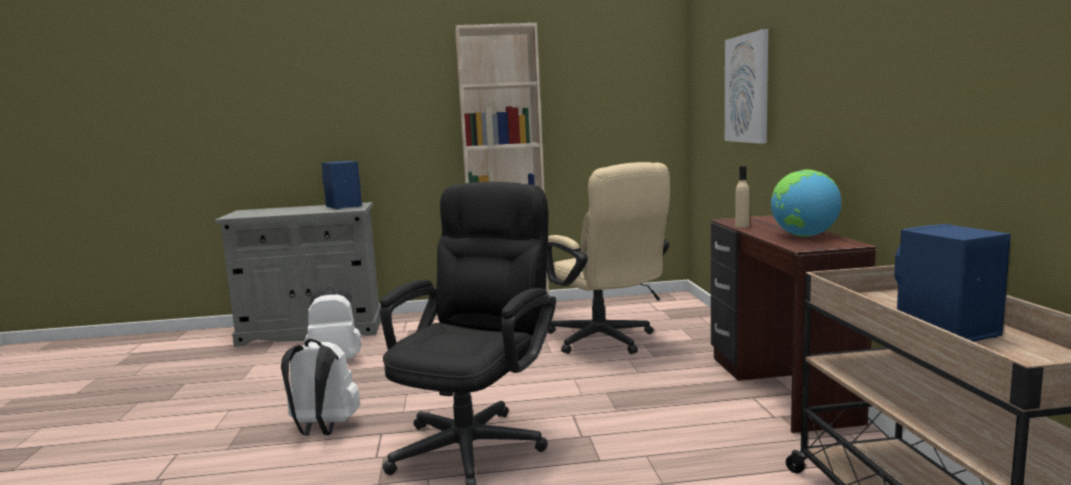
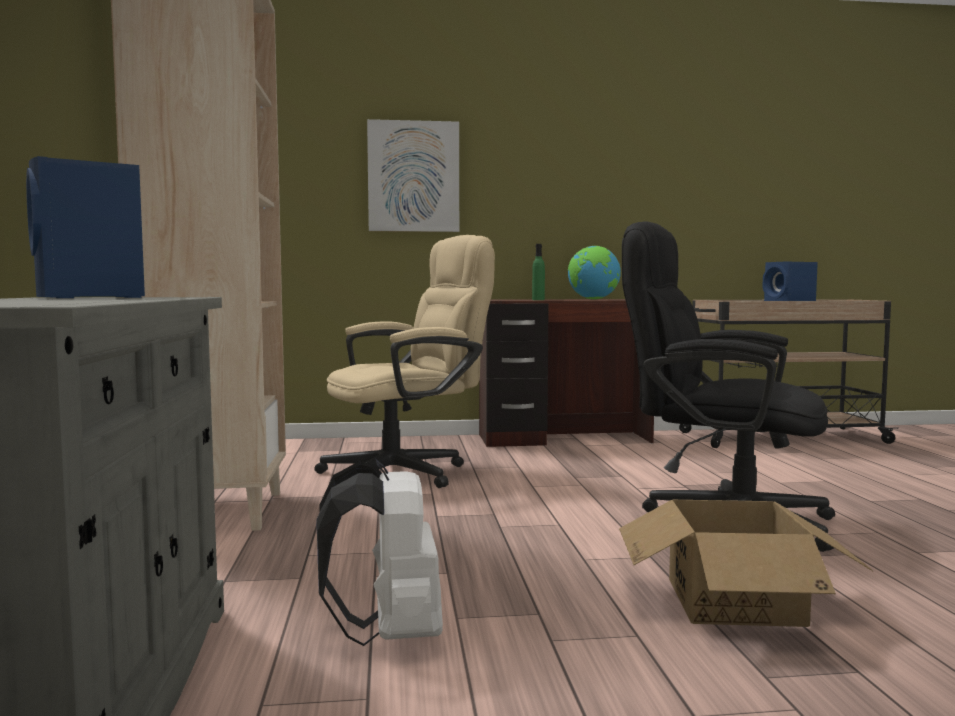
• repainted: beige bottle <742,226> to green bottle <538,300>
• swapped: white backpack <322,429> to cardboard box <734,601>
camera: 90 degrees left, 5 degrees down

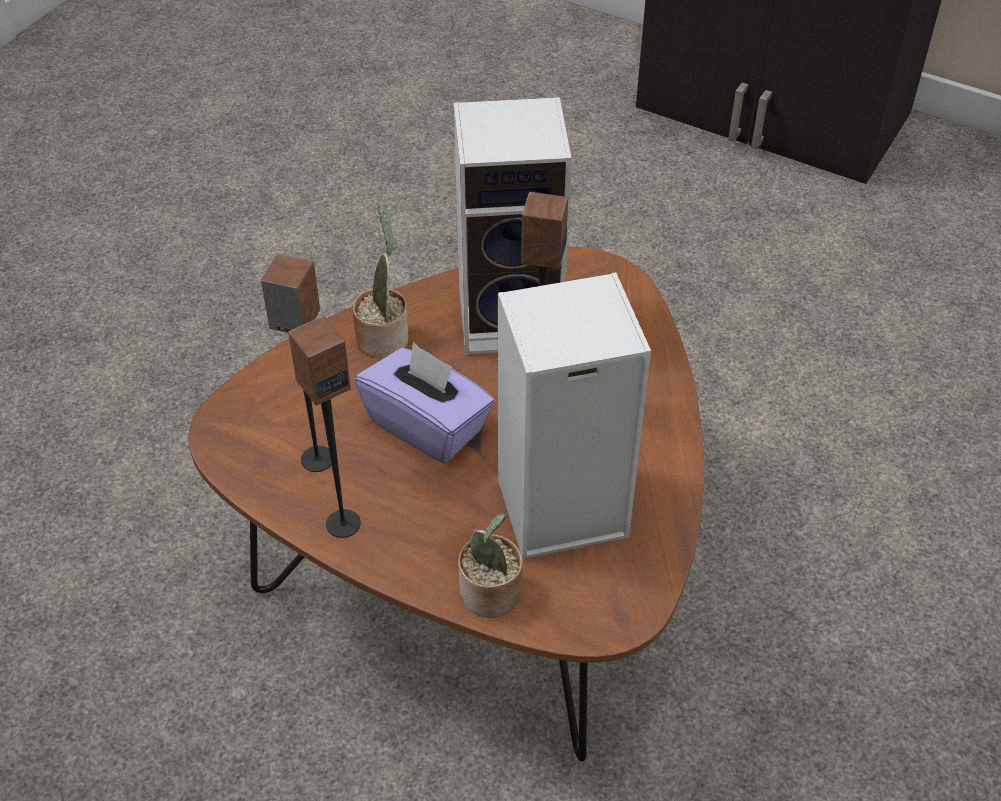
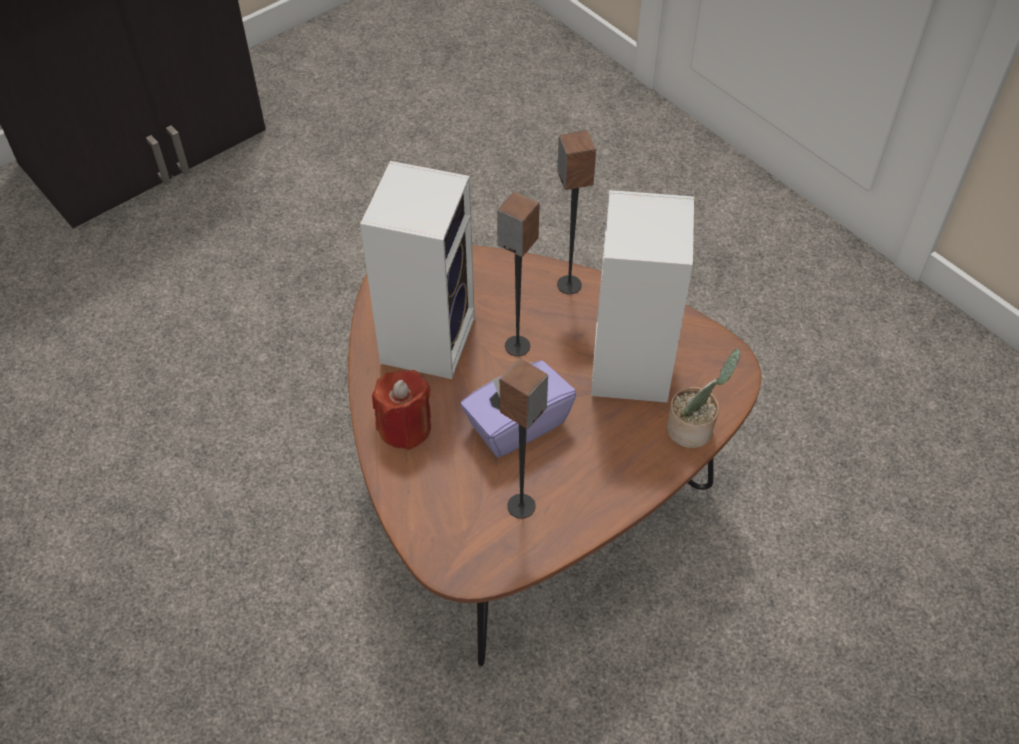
• swapped: potted plant <383,336> to red candle <405,427>
• shifted: speaker <343,523> to <568,285>
camera: 70 degrees left, 5 degrees up

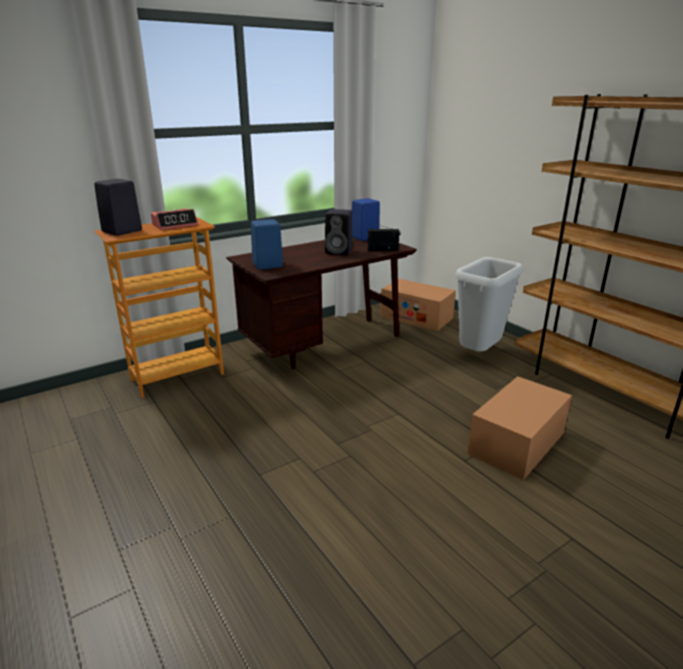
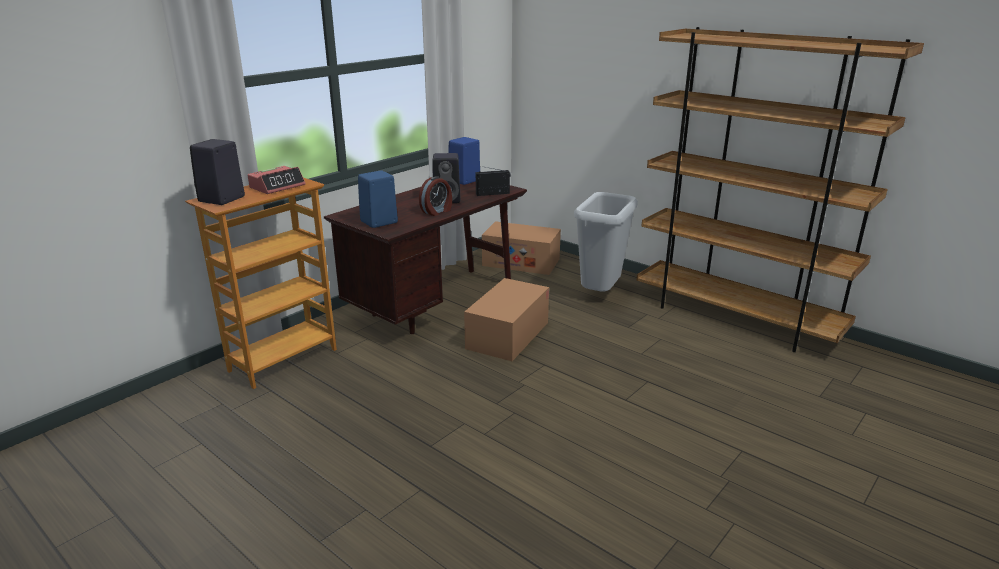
• shifted: cardboard box <517,443> to <508,335>
• new: alarm clock <437,211>
camera: 15 degrees left, 0 degrees up

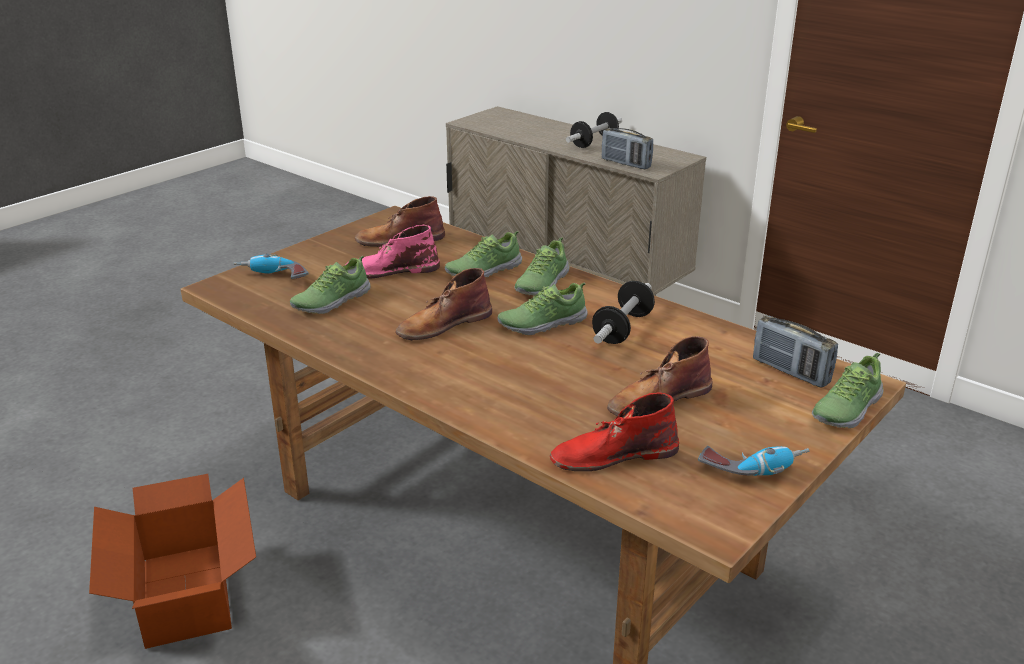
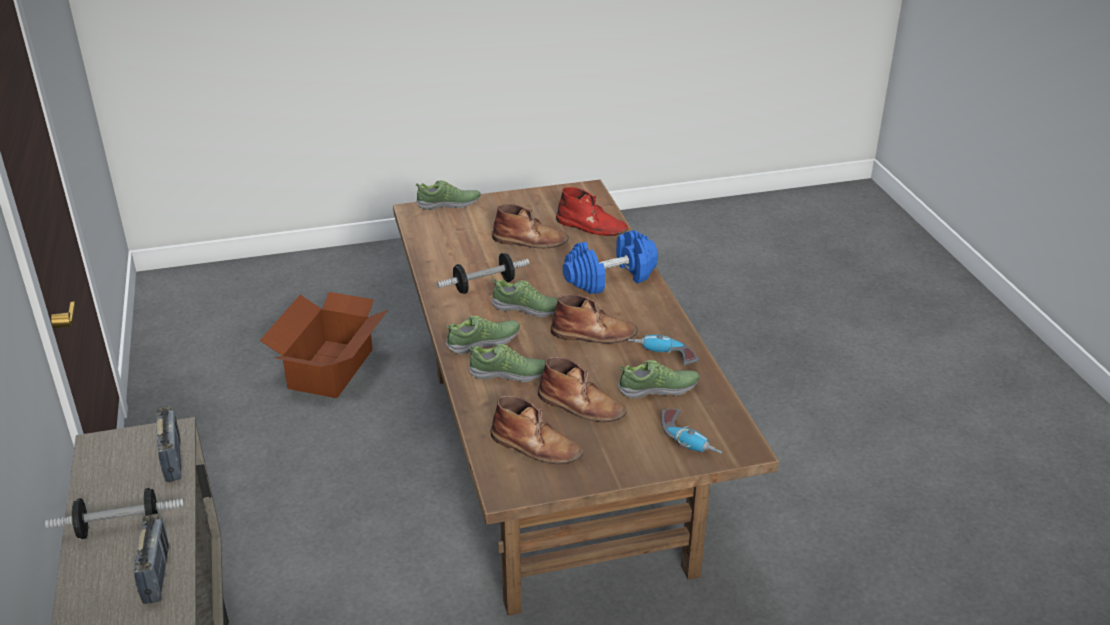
• repainted: pink boot <391,270> to brown boot <581,406>
• shifted: radio <790,371> to <156,575>
• shifted: power drill <753,467> to <662,356>
• shifted: cardboard box <184,595> to <332,368>
• new: blue dumbbell <610,278>
camera: 145 degrees left, 5 degrees up

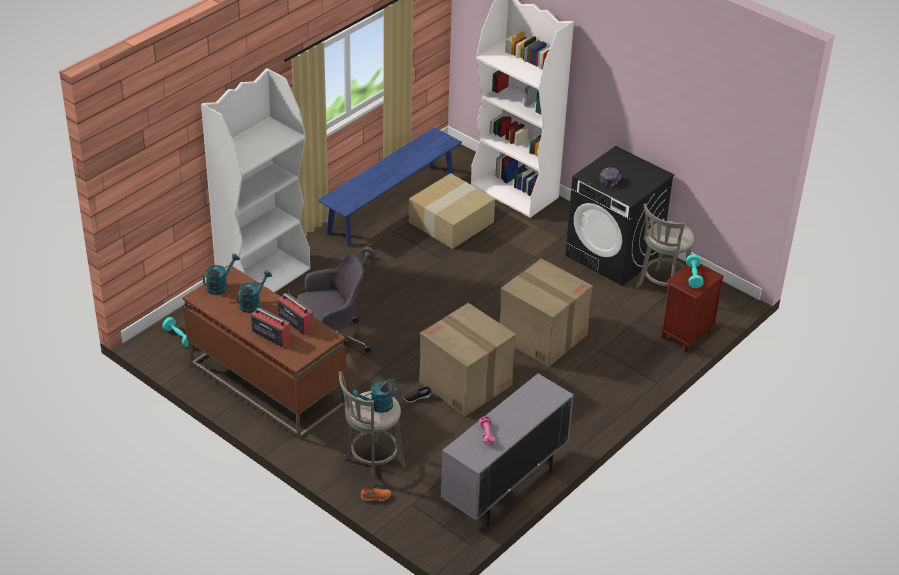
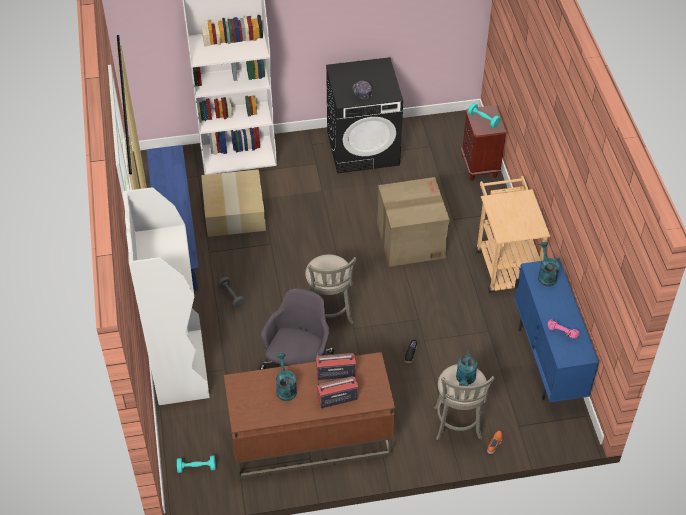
• shifted: grey stool <661,288> to <329,315>
• shifted: turquoise watering can <220,285> to <546,275>
• gone: cardboard box <466,384>
• repainted: grey cabinet <504,489> to blue cabinet <547,362>
• new: beige cart <504,262>
camera: 50 degrees left, 10 degrees up

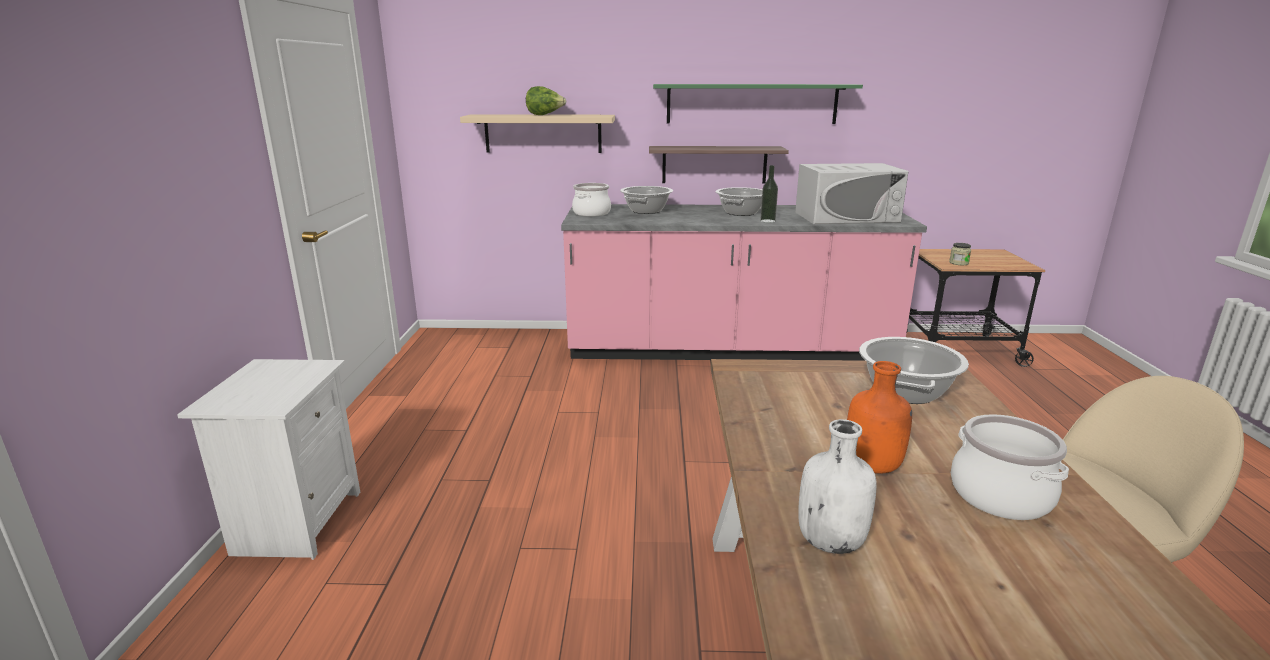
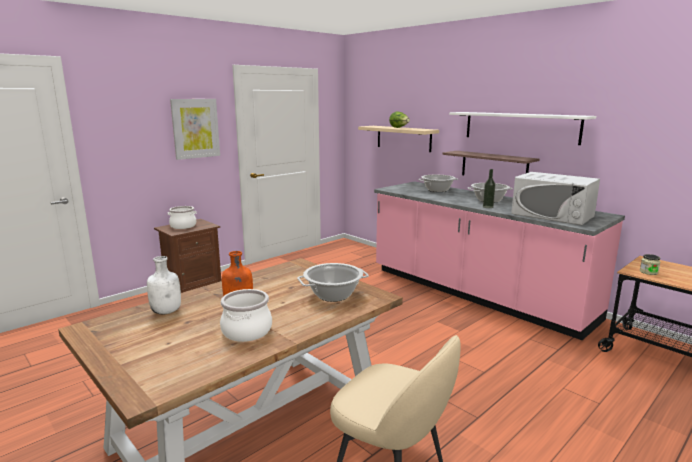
• repainted: green shelf <751,104> to white shelf <520,127>
• shifted: cooking pot <591,213> to <183,226>
• repainted: white nightstand <296,522> to brown nightstand <192,288>
• new: picture <195,128>
camera: 45 degrees right, 5 degrees down

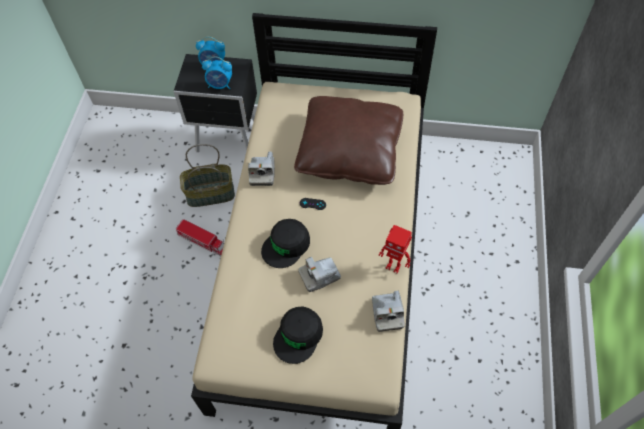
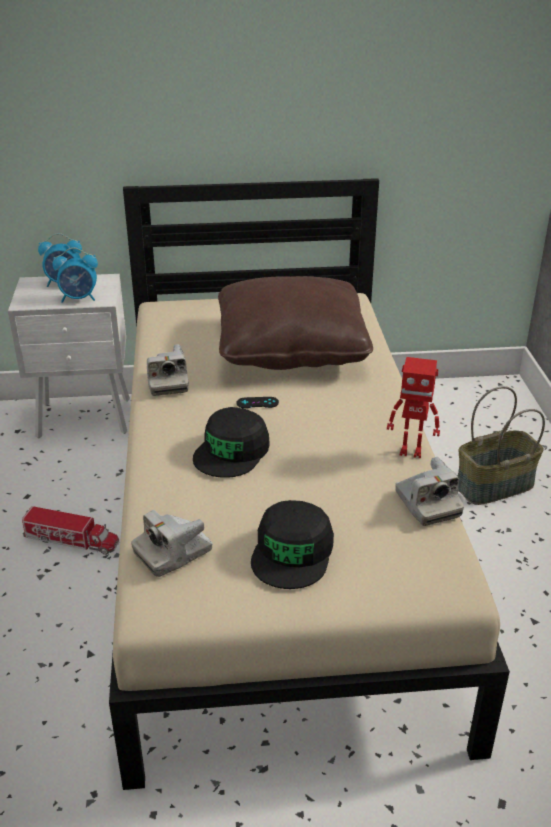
• repainted: black nightstand <229,140> to white nightstand <86,419>
• shifted: basket <210,194> to <494,487>
• shifted: photo camera <319,276> to <173,552>
camera: 15 degrees left, 25 degrees down

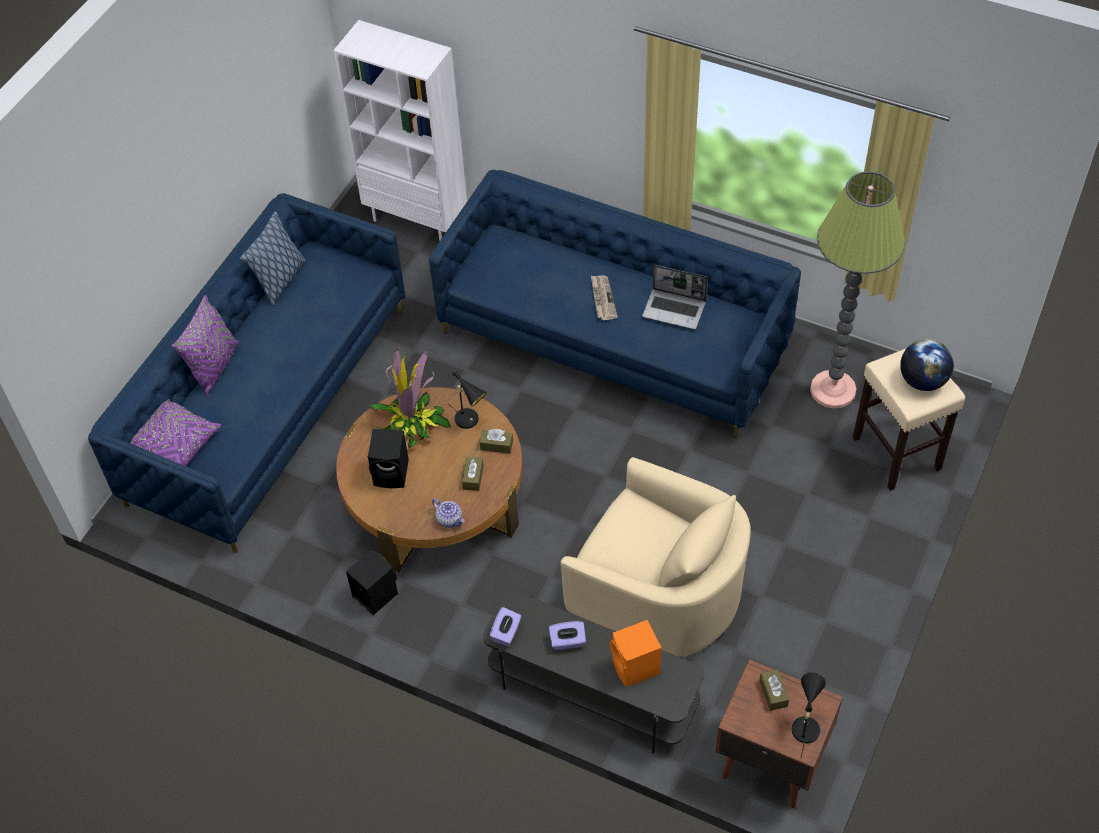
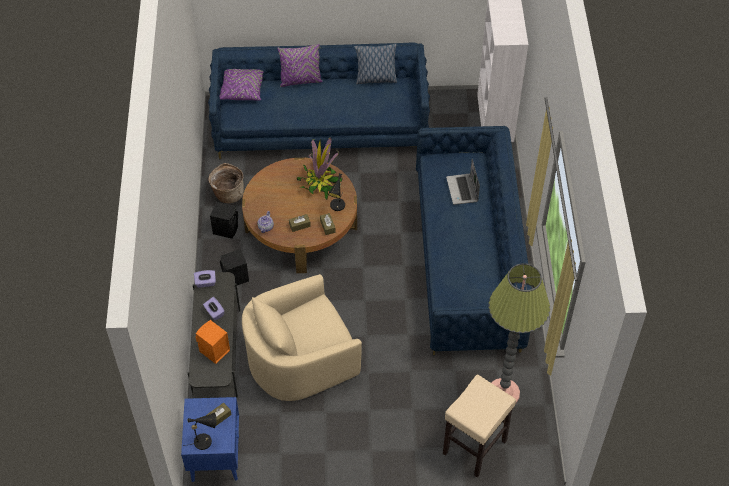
• shifted: laptop <675,309> to <462,190>
• gone: newspaper <602,298>
• gone: globe <922,381>
• shifted: black speaker <392,473> to <236,278>
• rotated: beige armchair <659,590> = <300,359> 60 degrees clockwise
• repainted: brown nightstand <769,760> to blue nightstand <216,457>
• new: basket <228,193>
camera: 60 degrees right, 0 degrees up

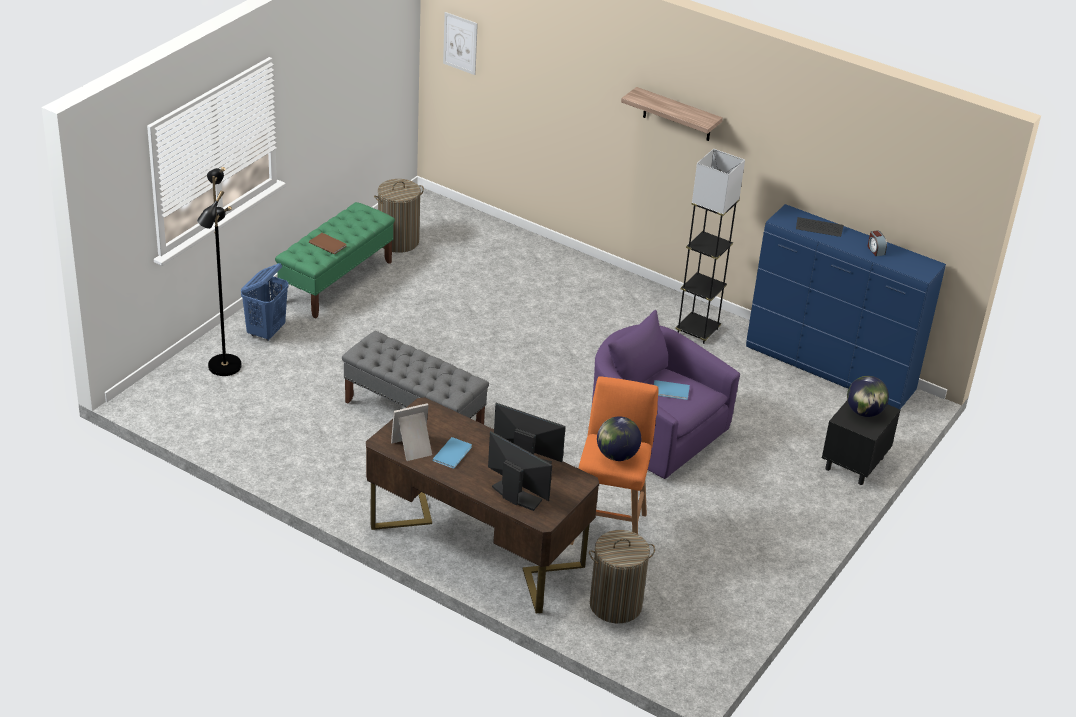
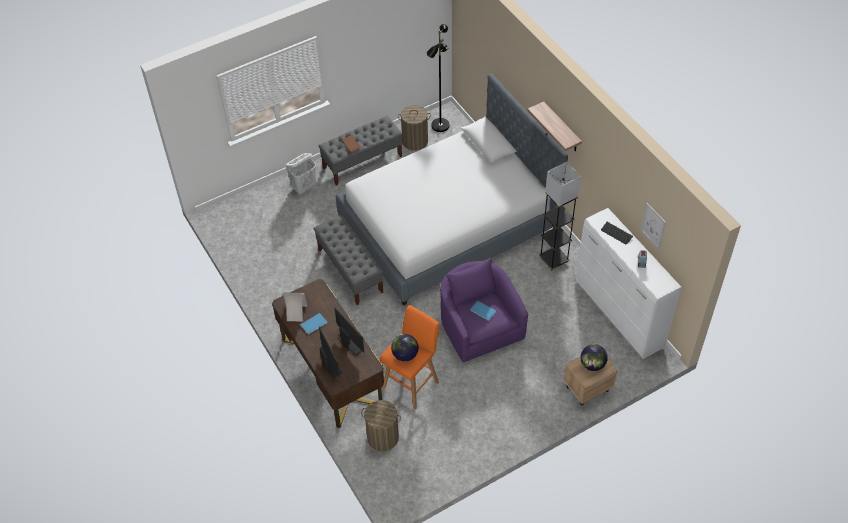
• shifted: picture <460,43> to <653,226>
• shifted: black floor lamp <223,366> to <439,125>
• repainted: green bench <336,281> to grey bench <362,162>
• repainted: blue dresser <830,370> to white dresser <618,315>
• repainted: blue laundry basket <266,332> to white laundry basket <304,187>
• repainted: black nightstand <853,463> to beige nightstand <587,388>
• new: bed <448,224>
camera: 30 degrees right, 15 degrees up

